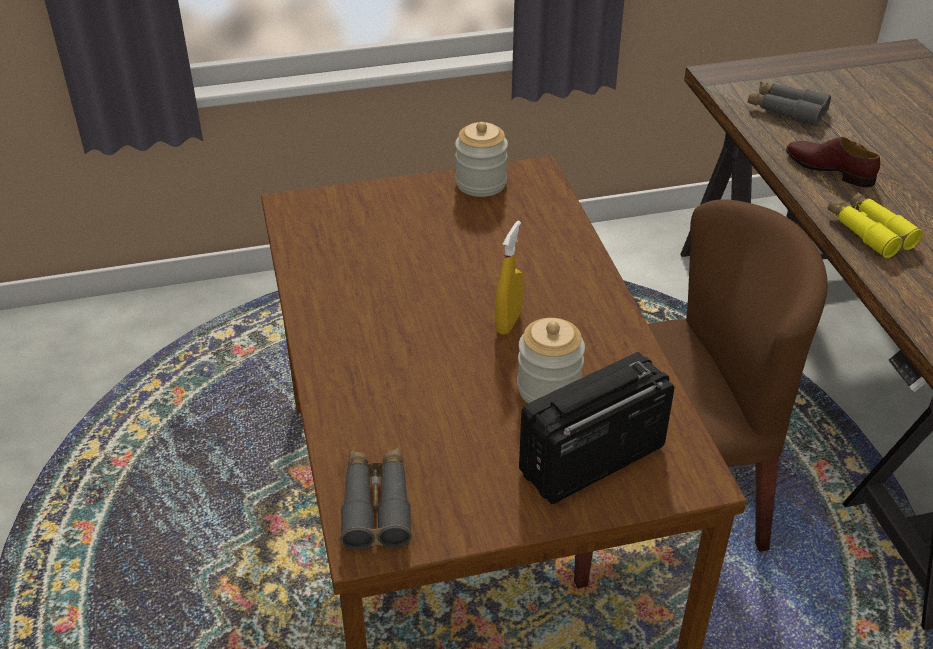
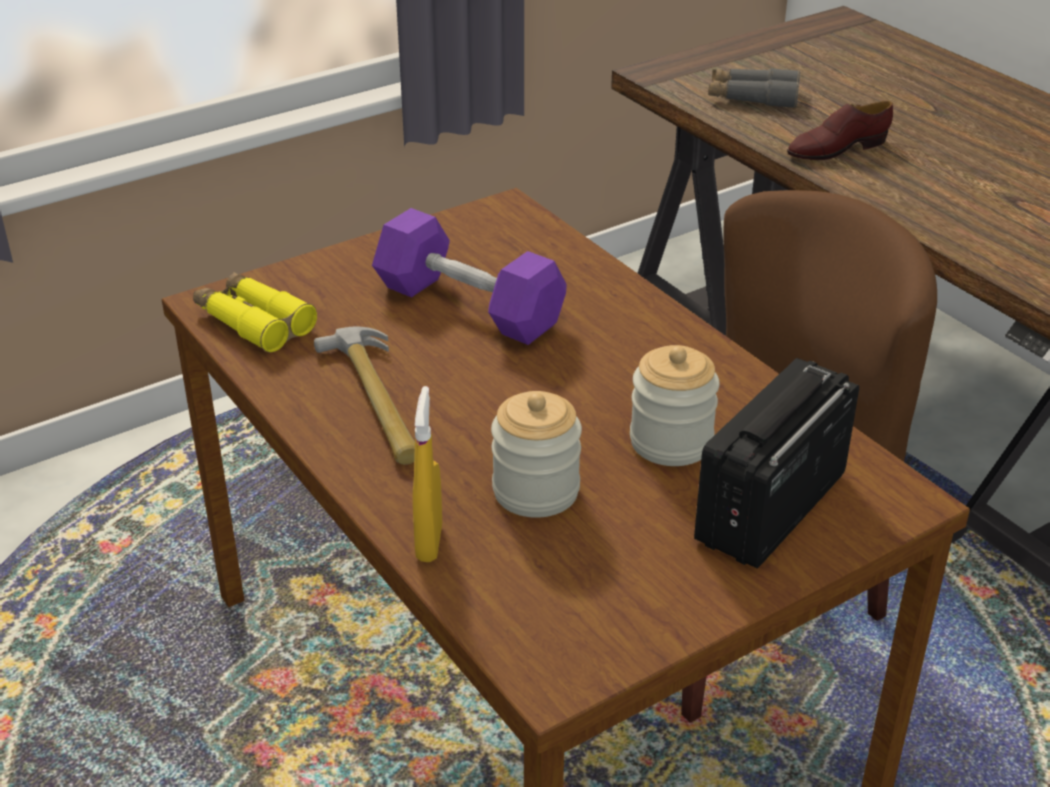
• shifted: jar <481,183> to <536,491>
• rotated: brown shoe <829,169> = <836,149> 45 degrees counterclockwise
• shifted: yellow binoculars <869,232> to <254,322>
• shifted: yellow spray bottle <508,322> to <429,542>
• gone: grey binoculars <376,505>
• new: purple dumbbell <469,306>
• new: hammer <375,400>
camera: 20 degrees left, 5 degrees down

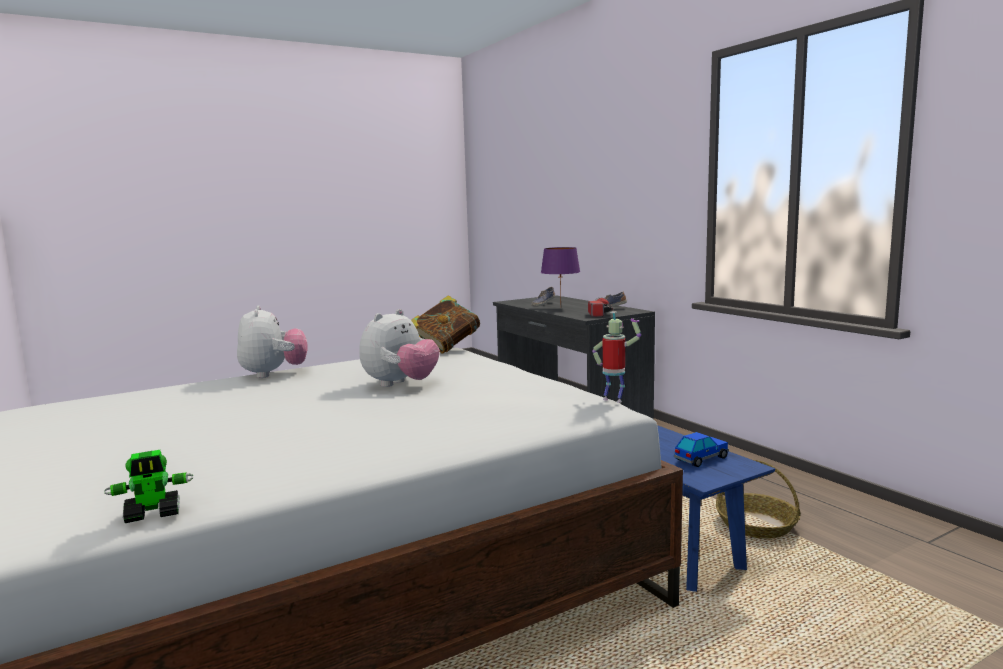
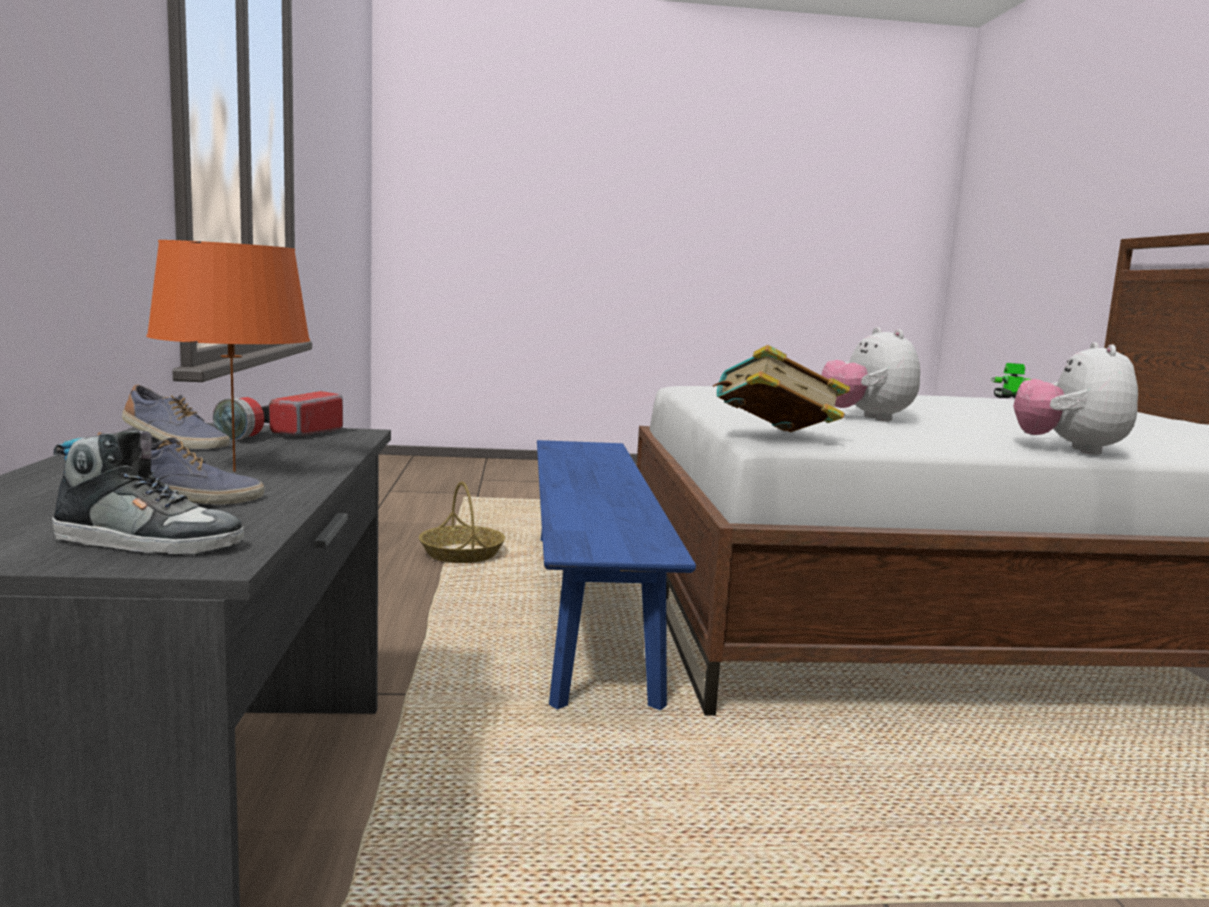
• repainted: purple table lamp <561,307> to orange table lamp <235,471>
• rotated: plush toy <400,385> = <866,418> 75 degrees counterclockwise
• gone: toy robot <614,400>
• gone: toy car <701,459>
• new: shoe <148,542>
camera: 155 degrees left, 0 degrees up

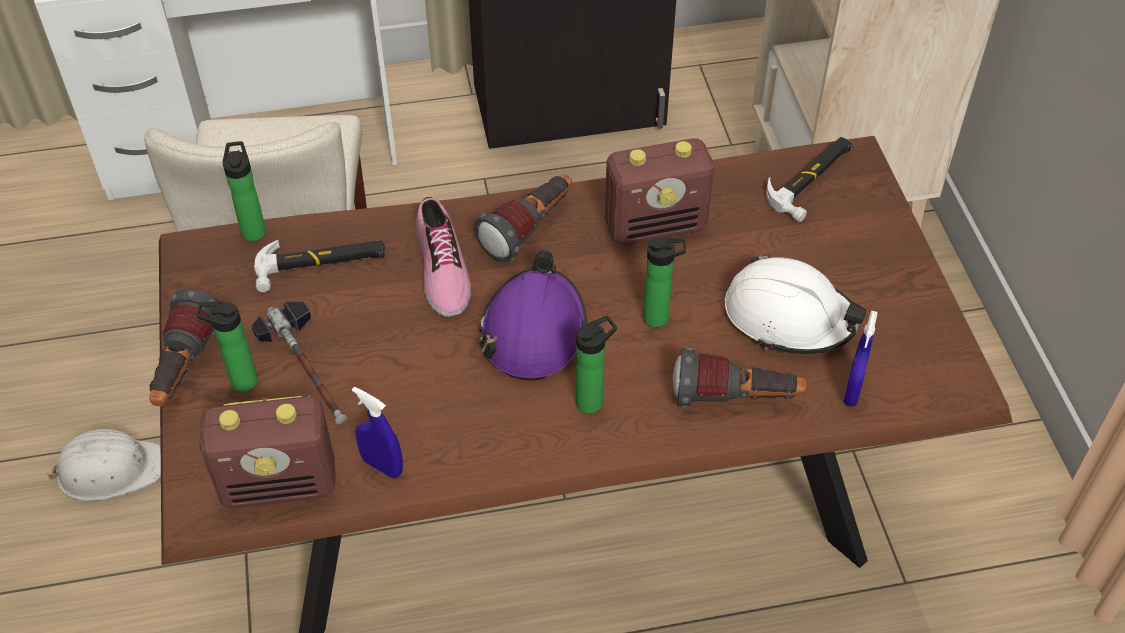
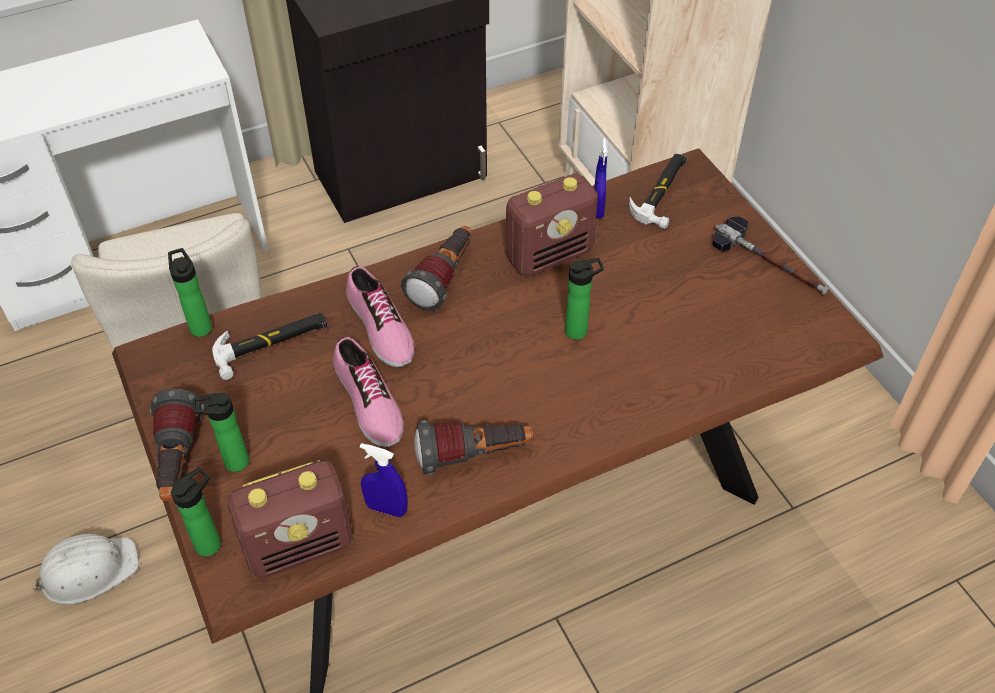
• gone: purple hard hat <534,331>
• gone: white hard hat <789,317>
• shifted: hammer <309,368> to <769,262>
• shifted: blue spray bottle <852,391> to <598,209>
• shifted: bottle <593,401> to <211,542>
• shifted: flashlight <736,399> to <474,456>
• new: shoe <367,402>
camera: 15 degrees left, 0 degrees up

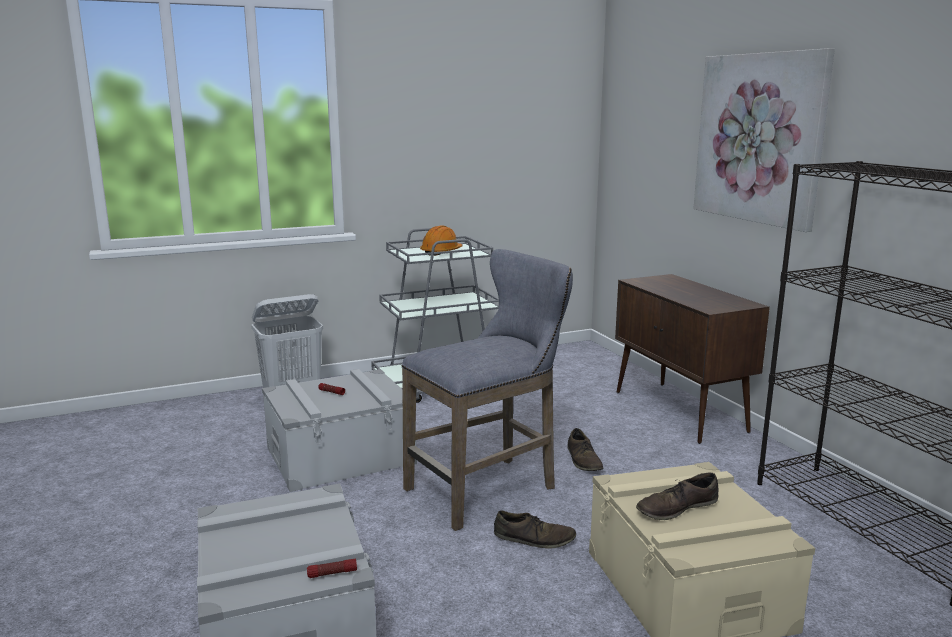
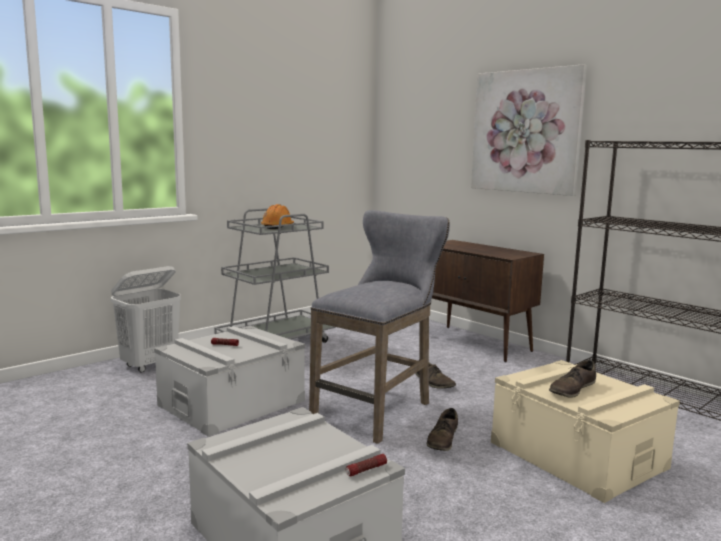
• rotated: brown shoe <534,538> = <443,439> 120 degrees clockwise
camera: 20 degrees left, 5 degrees down

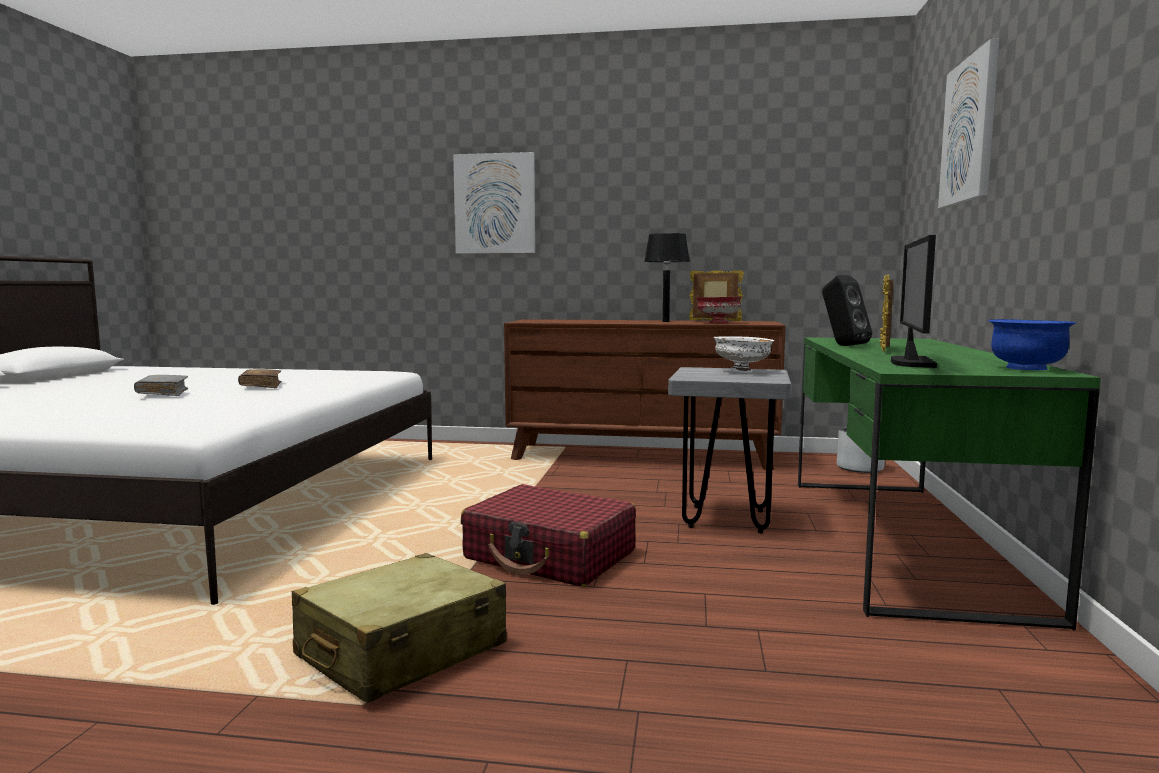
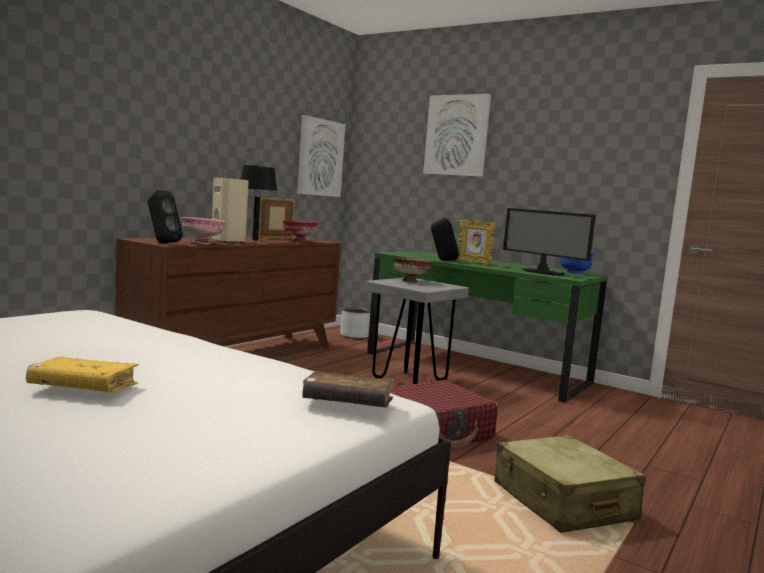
• shifted: picture <495,204> to <320,157>
• repainted: white bowl <742,371> to brown bowl <410,281>
• shifted: brown book <261,386> to <347,402>
• repainted: grey book <163,393> to yellow book <83,388>
• new: beige speaker <229,241>
• new: black speaker <162,242>
• new: pink bowl <202,243>
camera: 65 degrees left, 0 degrees up

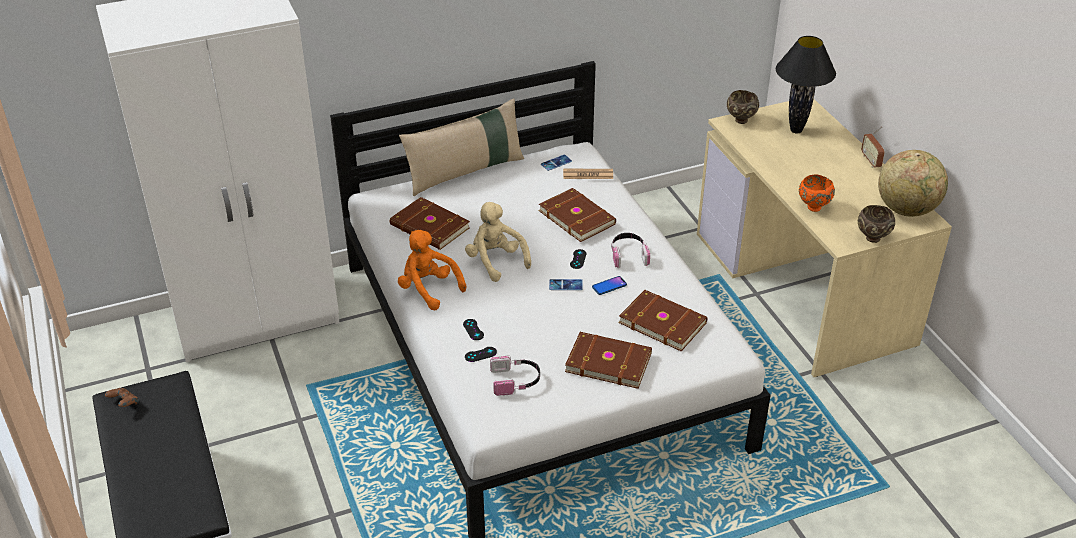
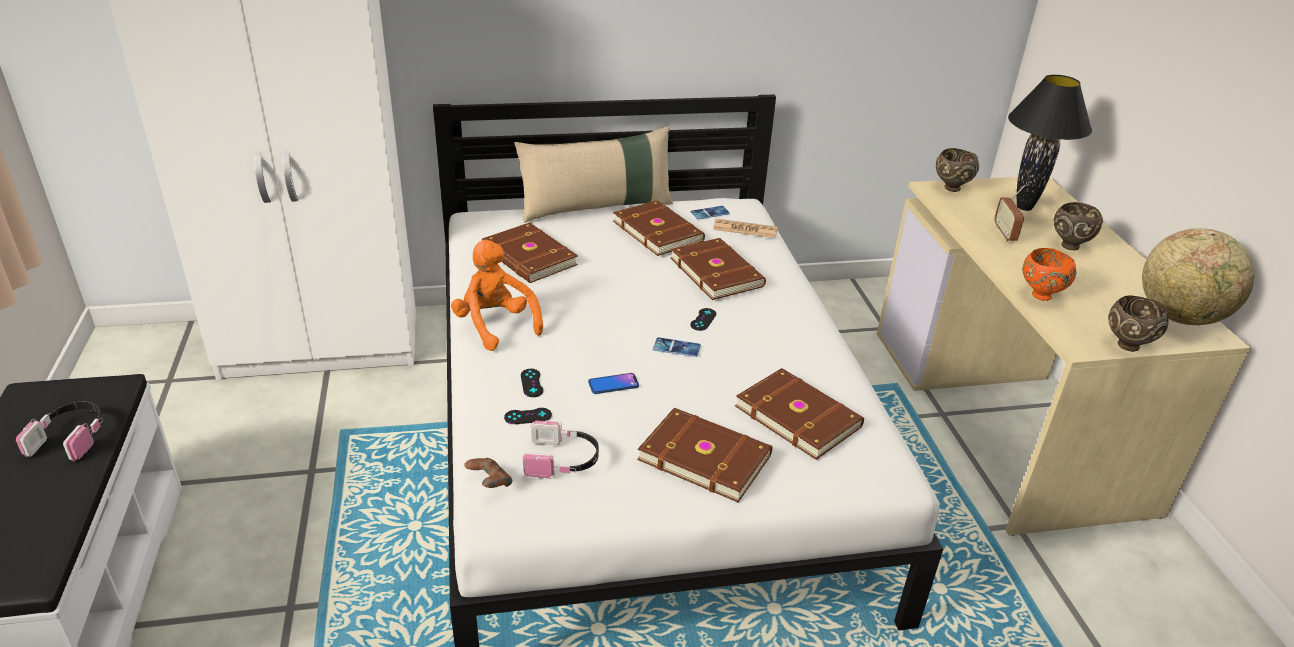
• shifted: radio <870,161> to <1004,234>
• gone: beige plush toy <495,261>
• shifted: headphones <628,254> to <71,437>
• shifted: phone <609,286> to <613,384>
• shifted: brown game controller <124,404> to <489,483>
• new: brown book <658,231>
• new: brown bowl <1069,245>
camera: 10 degrees right, 5 degrees down

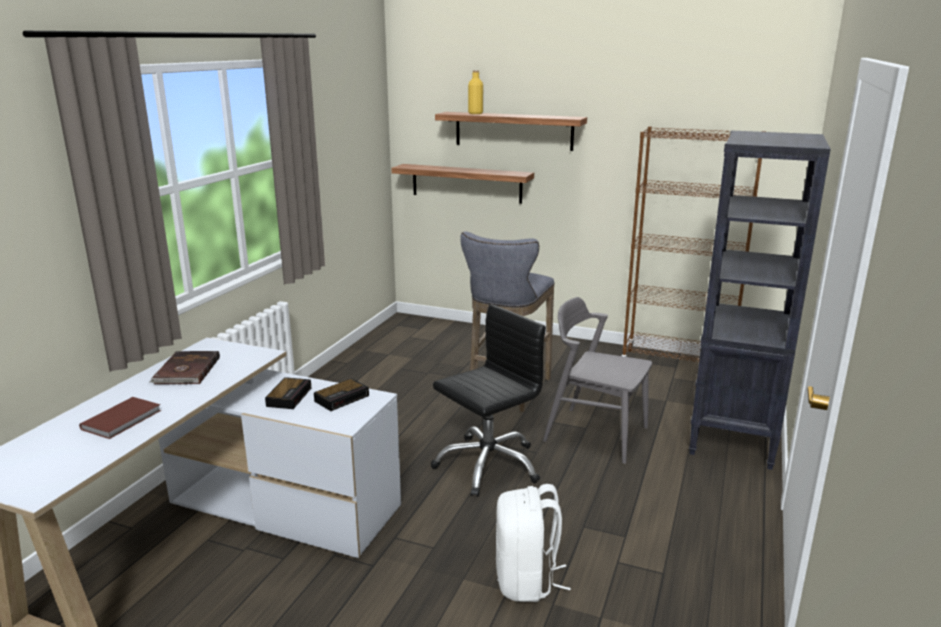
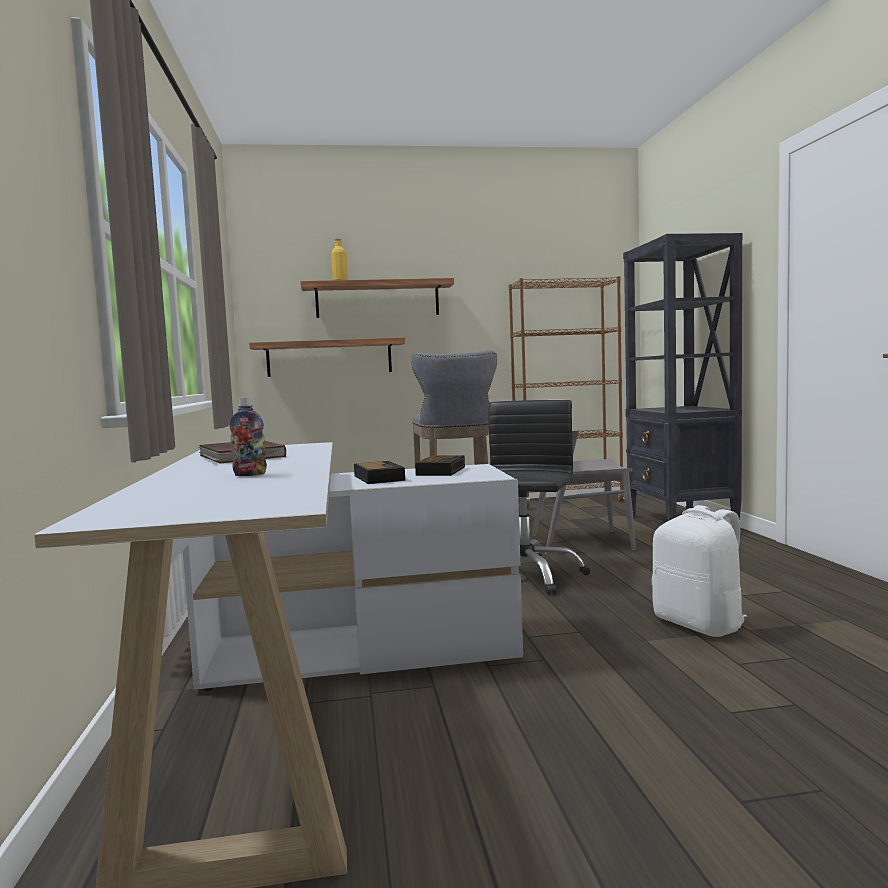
• swapped: brown book <123,420> to bottle <250,474>
camera: 30 degrees left, 15 degrees down

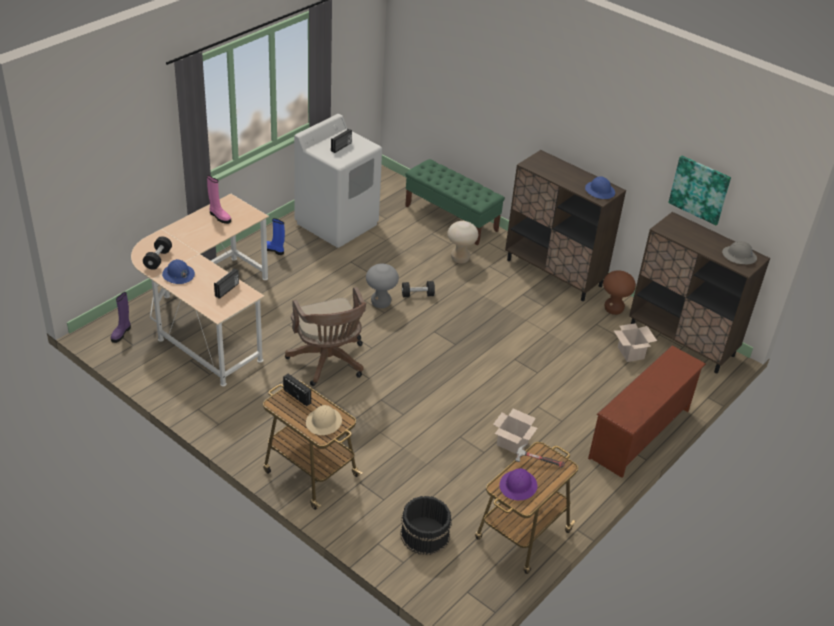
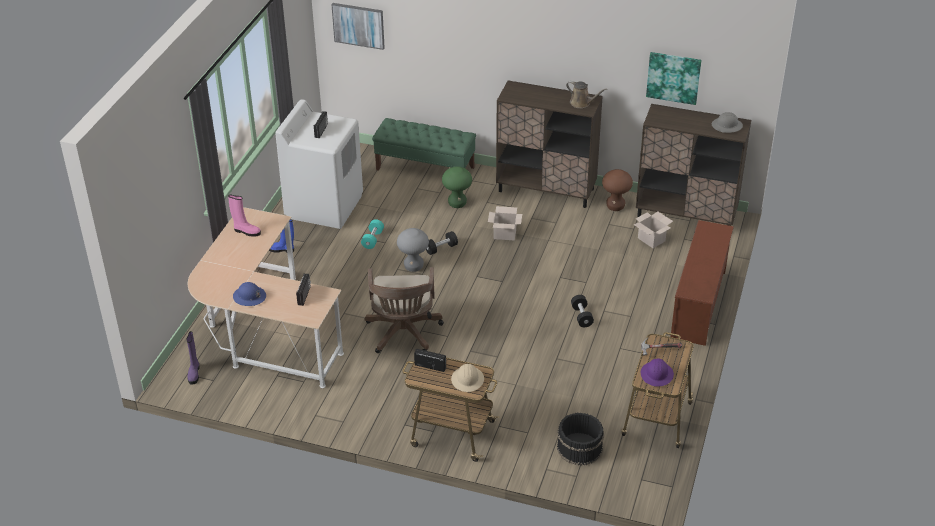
• swapped: blue hard hat <600,191> to brown watering can <582,103>
• repainted: beige stool <460,259> to green stool <457,204>
• shifted: black dumbbell <158,259> to <581,316>
• rotated: brown office chair <328,363> = <403,335> 45 degrees clockwise
• shifted: cardboard box <511,443> to <504,234>
• new: picture <358,25>
• new: turquoise dumbbell <372,239>
camera: 20 degrees left, 0 degrees up

